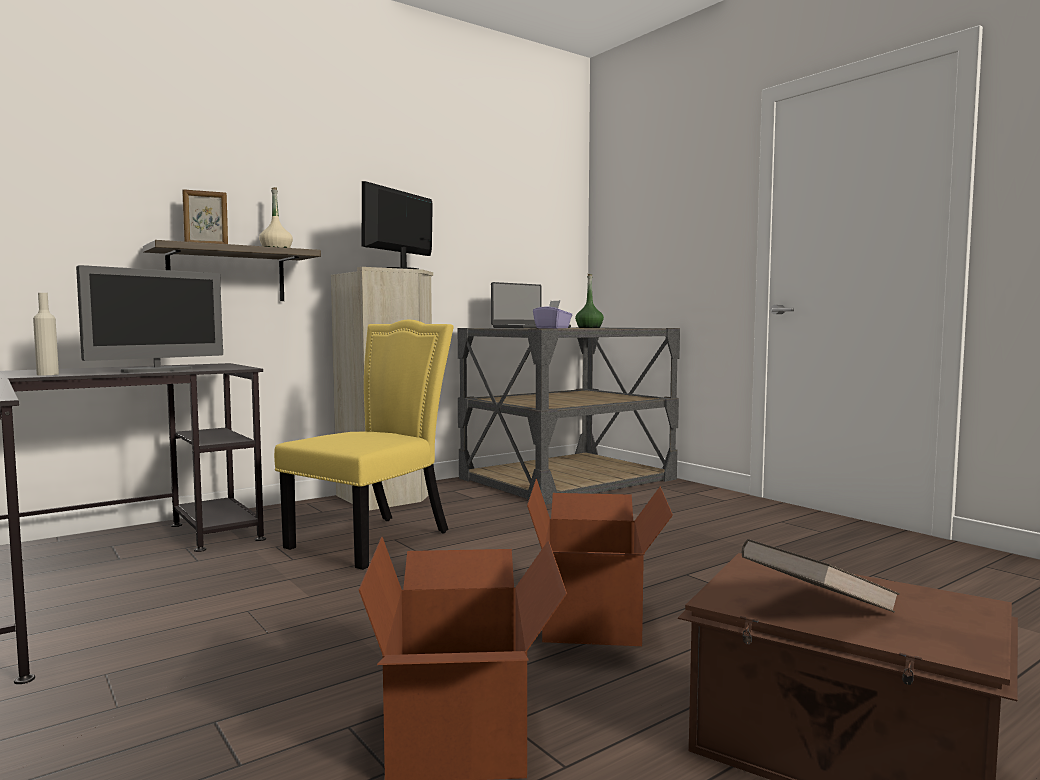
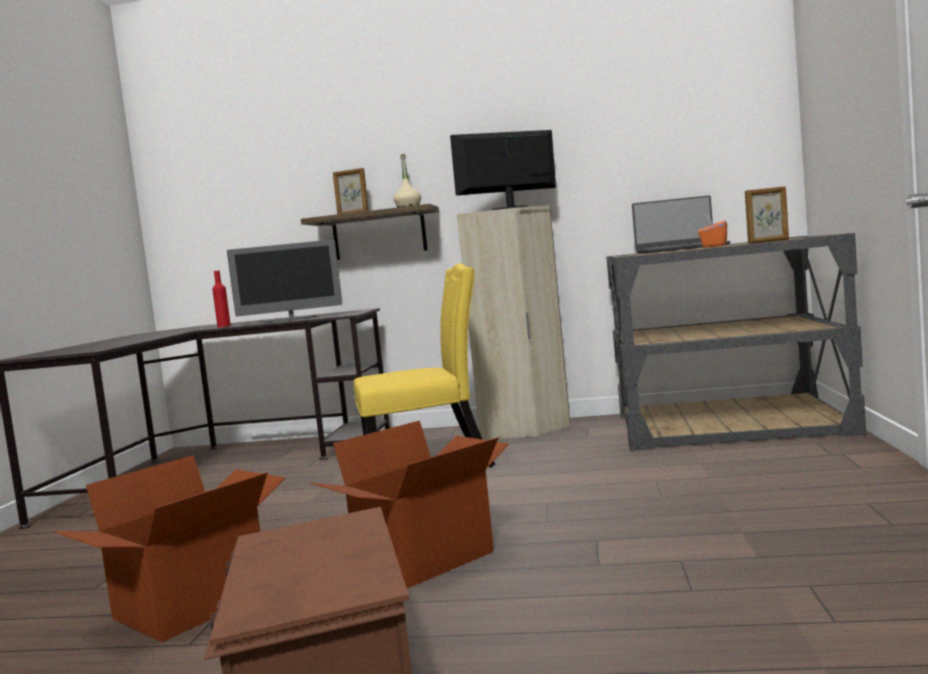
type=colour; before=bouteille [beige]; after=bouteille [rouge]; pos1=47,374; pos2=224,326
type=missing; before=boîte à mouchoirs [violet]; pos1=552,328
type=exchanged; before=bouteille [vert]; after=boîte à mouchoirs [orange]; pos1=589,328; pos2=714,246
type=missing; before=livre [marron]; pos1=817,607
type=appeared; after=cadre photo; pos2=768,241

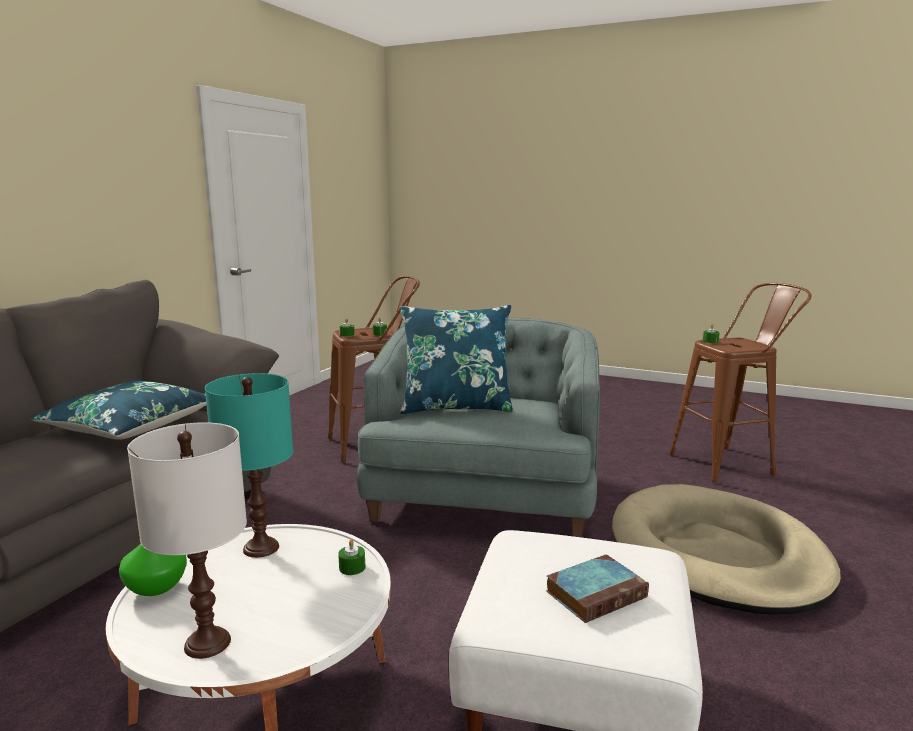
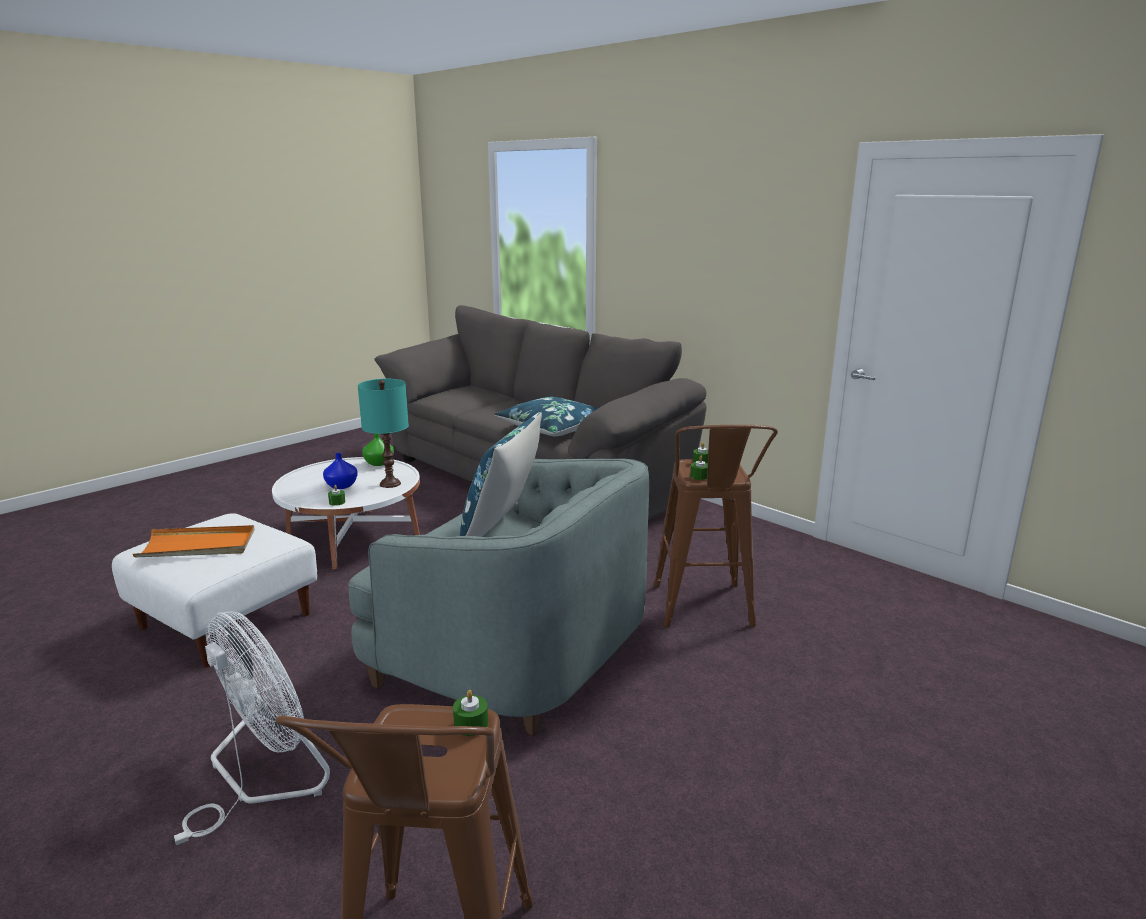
type=missing; before=lampe de table [blanc]; pos1=208,643
type=exchanged; before=livre; after=plateau [orange]; pos1=597,593; pos2=198,546
type=exchanged; before=panier pour chien [beige]; after=ventilateur [blanc]; pos1=717,555; pos2=254,773
type=appeared; after=vase [bleu]; pos2=341,486

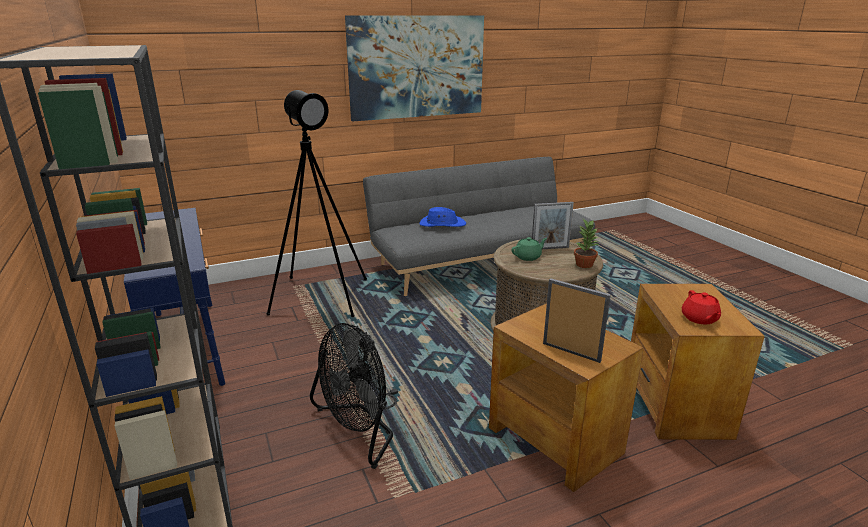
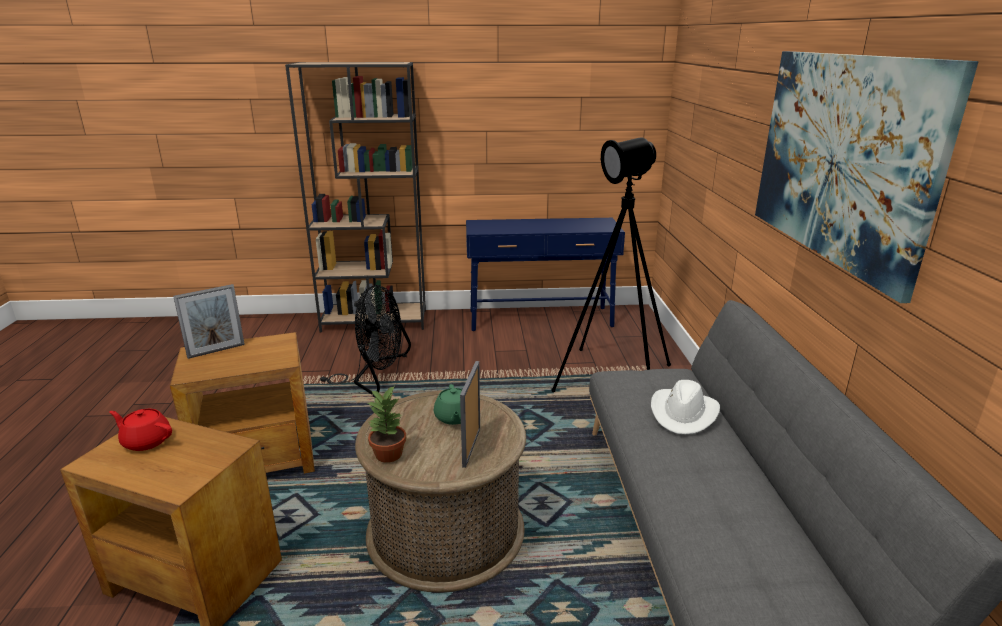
type=spun; before=ventilateur [noir]; pos1=361,425; pos2=373,375; turn=120
type=colour; before=chapeau [bleu]; after=chapeau [blanc]; pos1=442,224; pos2=684,413

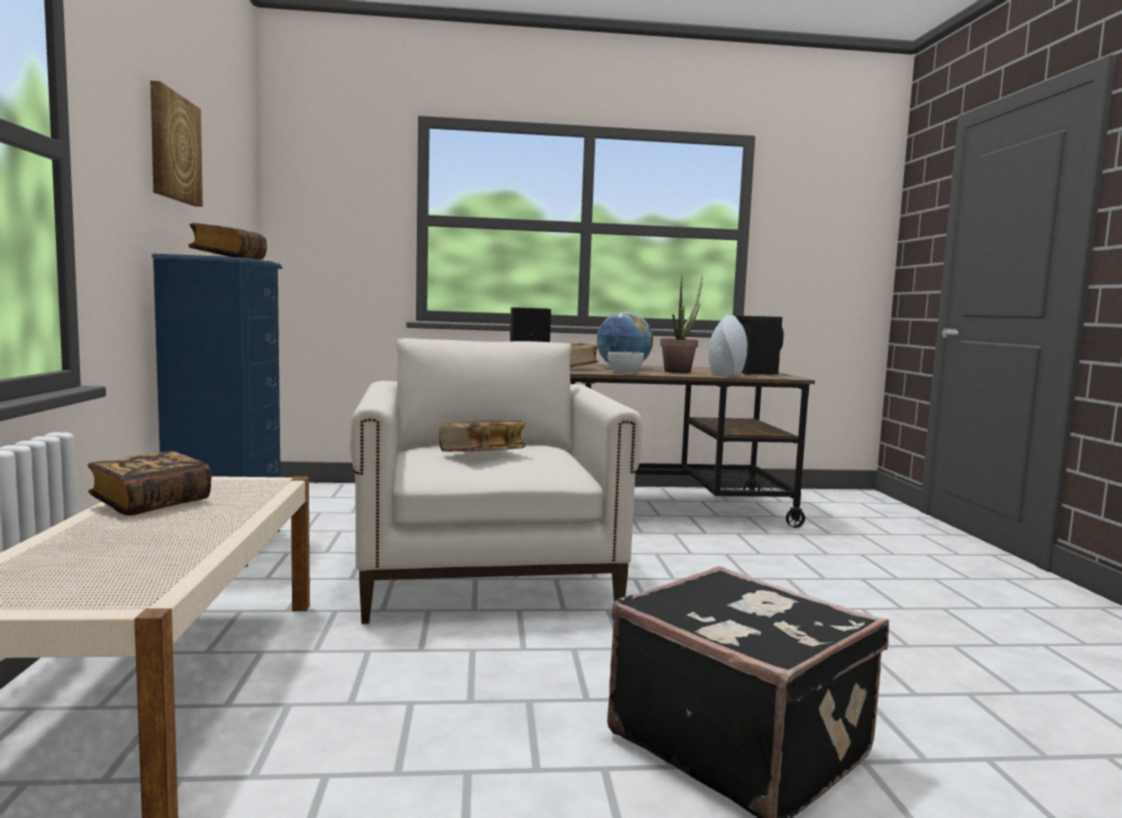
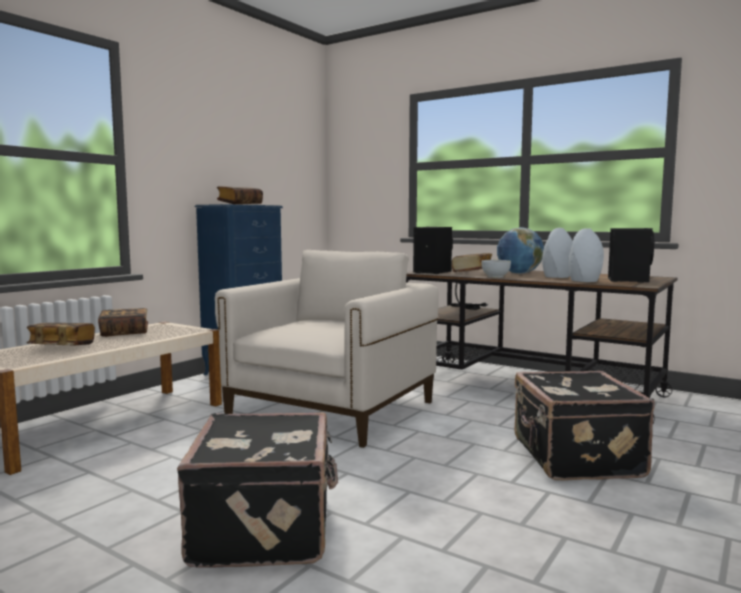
type=missing; before=tableau; pos1=173,148
type=relocated; before=livre; pos1=482,454; pos2=62,347
type=exchanged; before=plante en pot; after=vase [gris]; pos1=680,371; pos2=557,277
type=appeared; after=valise [noir]; pos2=574,458

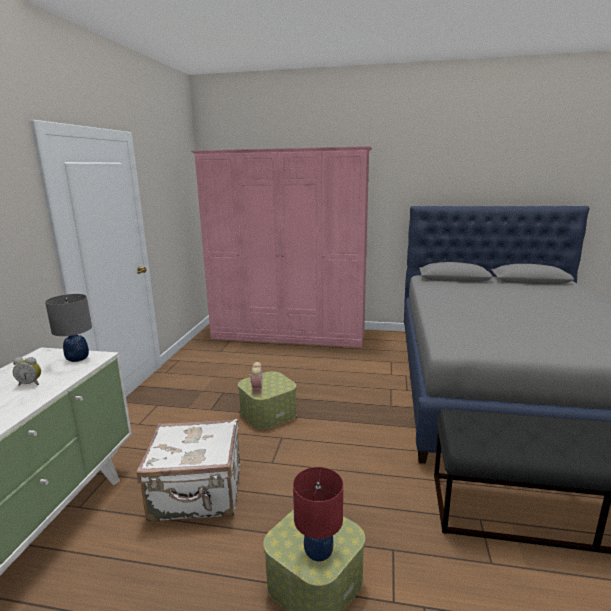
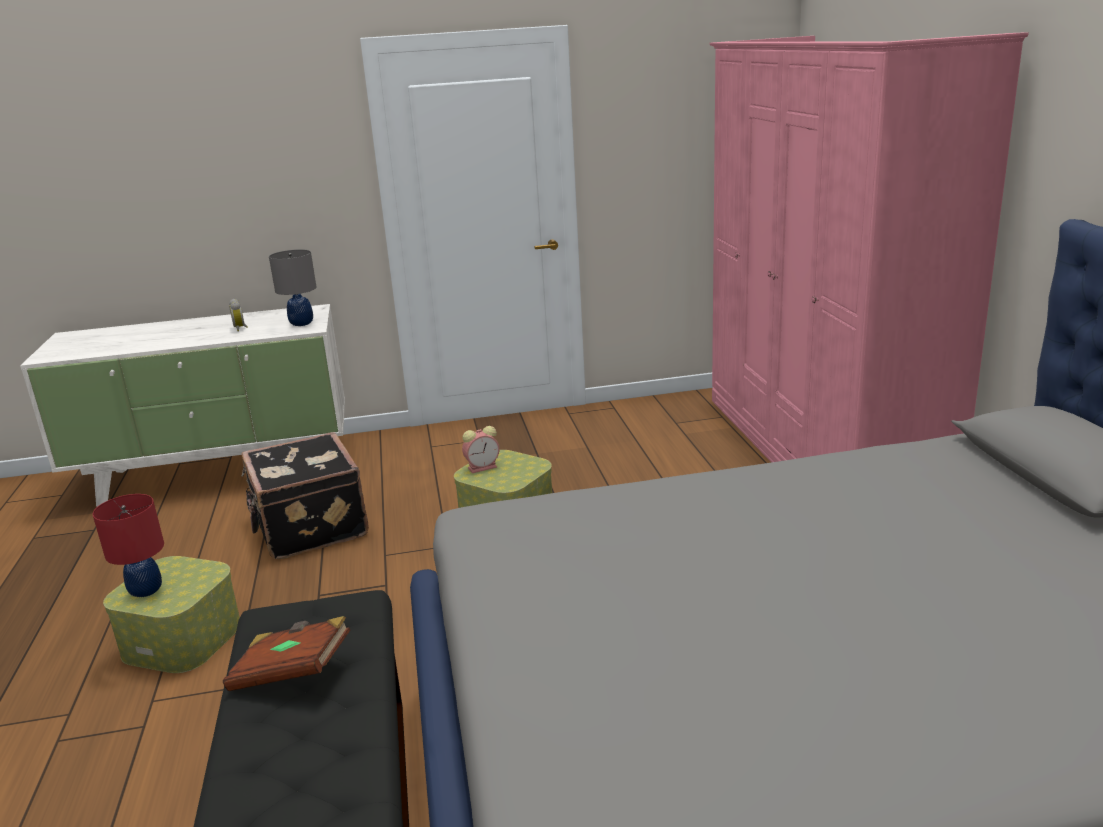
type=colour; before=valise [blanc]; after=valise [noir]; pos1=197,494; pos2=308,527
type=appeared; after=livre [marron]; pos2=292,672

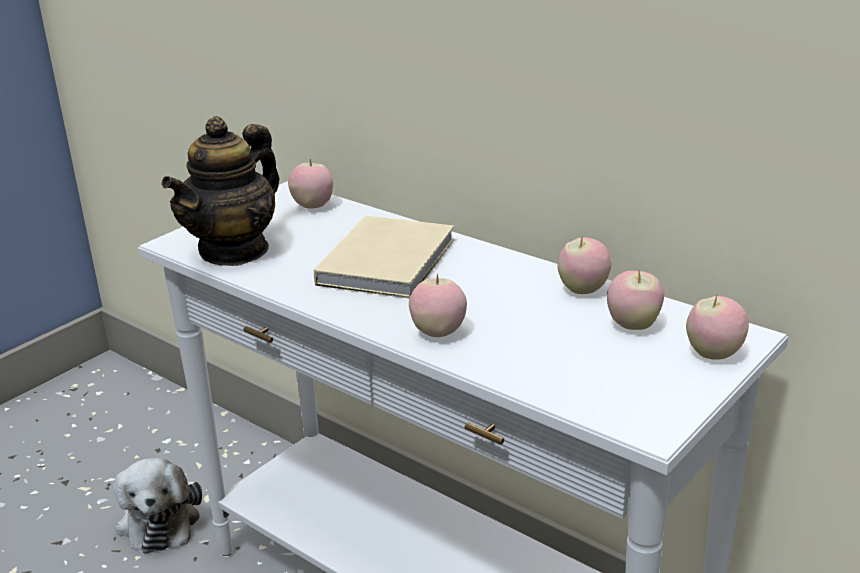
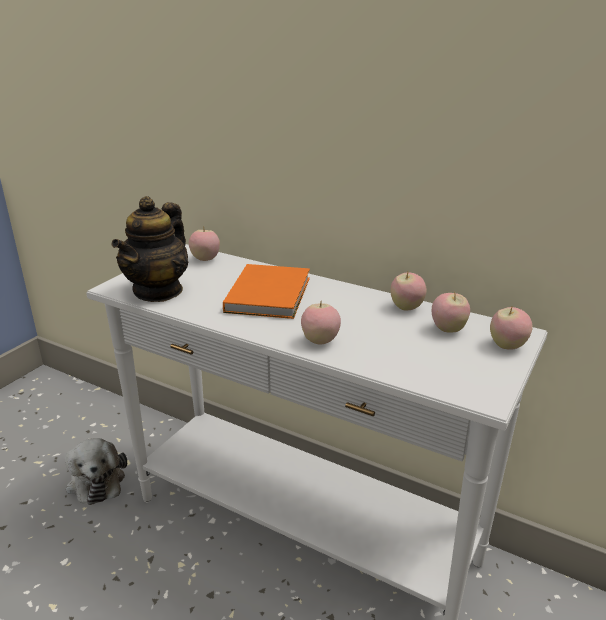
type=colour; before=livre [beige]; after=livre [orange]; pos1=390,260; pos2=270,293

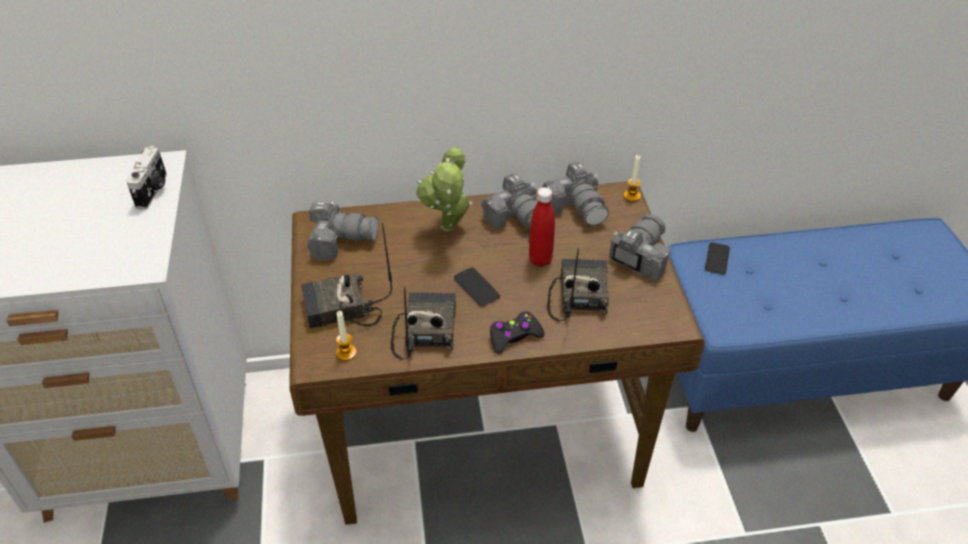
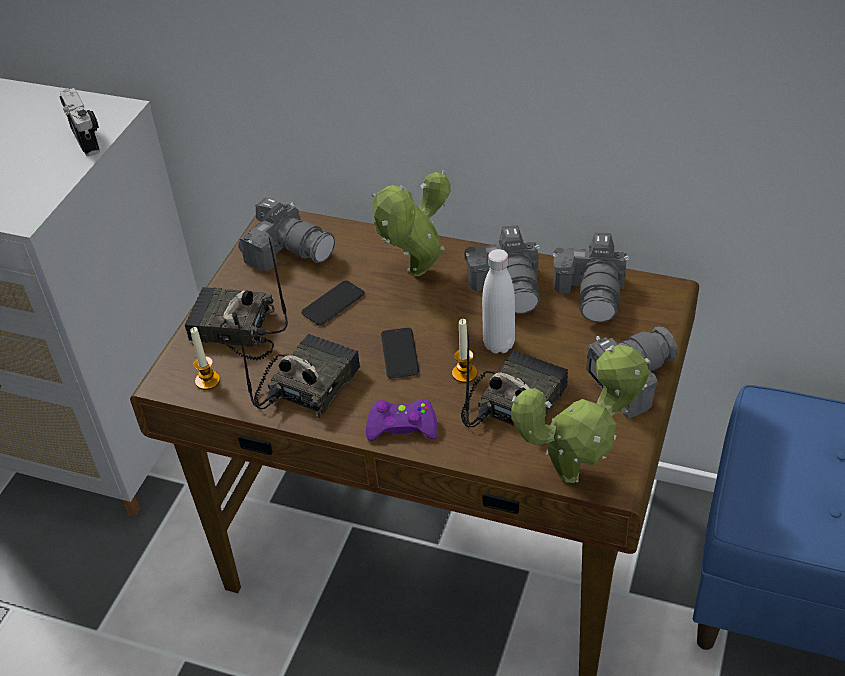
type=spun; before=appareil photo; pos1=153,190; pos2=87,137; turn=-60
type=colour; before=manette [noir]; after=manette [violet]; pos1=514,336; pos2=402,427
type=colour; before=bouteille [rouge]; after=bouteille [blanc]; pos1=540,260; pos2=499,344
type=relocated; before=bougie; pos1=632,196; pos2=464,373
type=relocated; before=téléphone; pos1=717,259; pos2=333,304
type=appeared; after=plante en pot; pos2=576,472

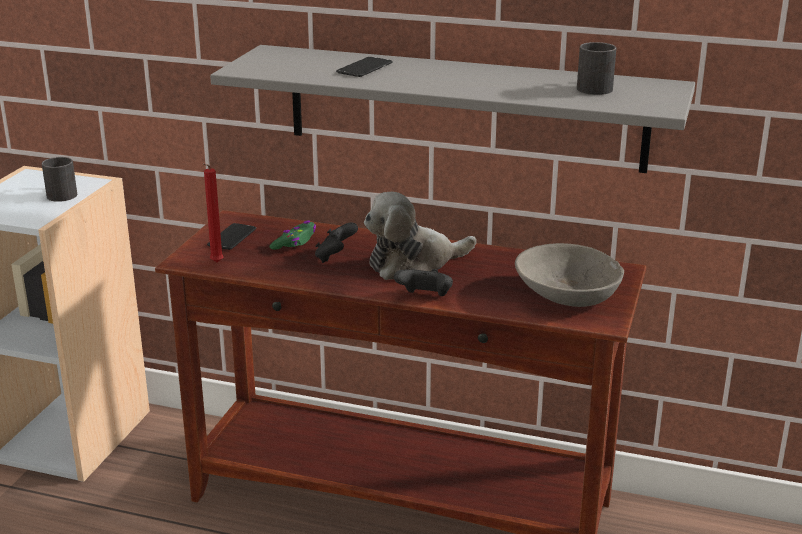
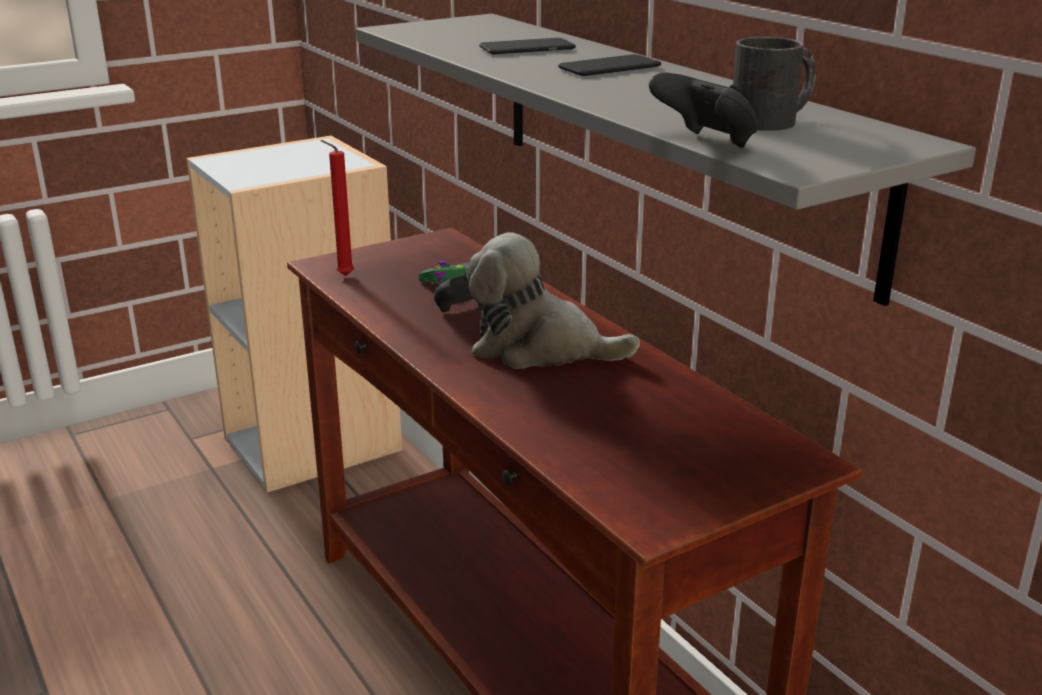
type=missing; before=mug [noir]; pos1=60,193
type=relocated; before=téléphone; pos1=232,237; pos2=609,67
type=relocated; before=manette [noir]; pos1=425,298; pos2=706,143
type=missing; before=bol [gris]; pos1=566,294

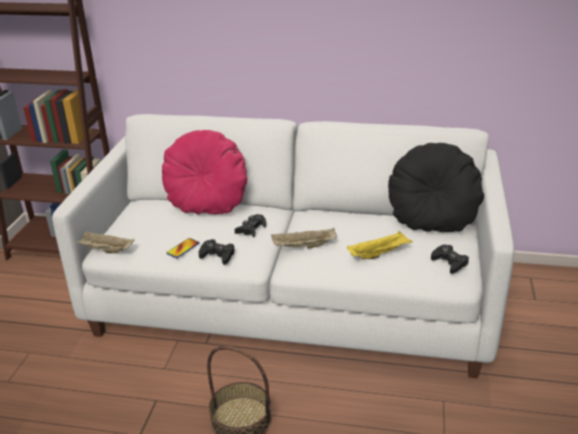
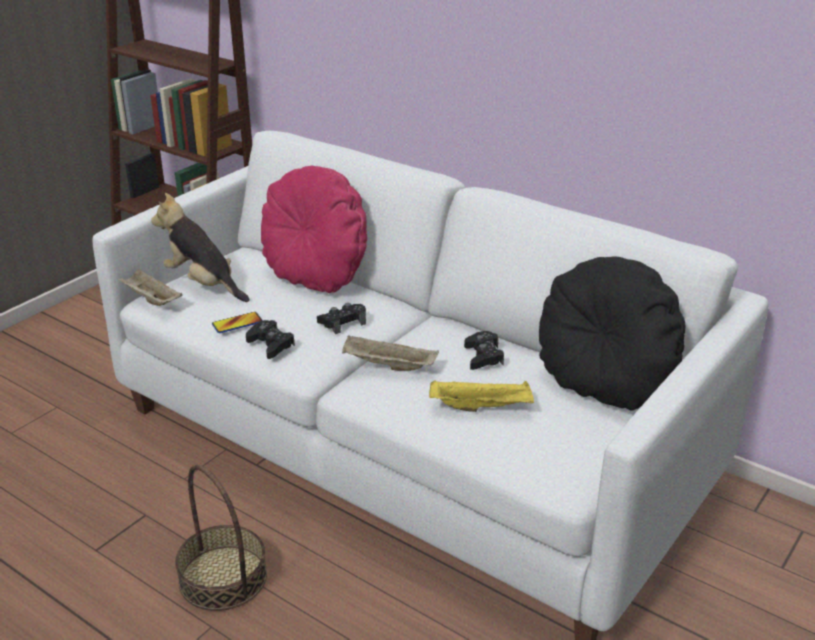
type=relocated; before=manette [noir]; pos1=449,262; pos2=483,356
type=appeared; after=peluche; pos2=203,284

